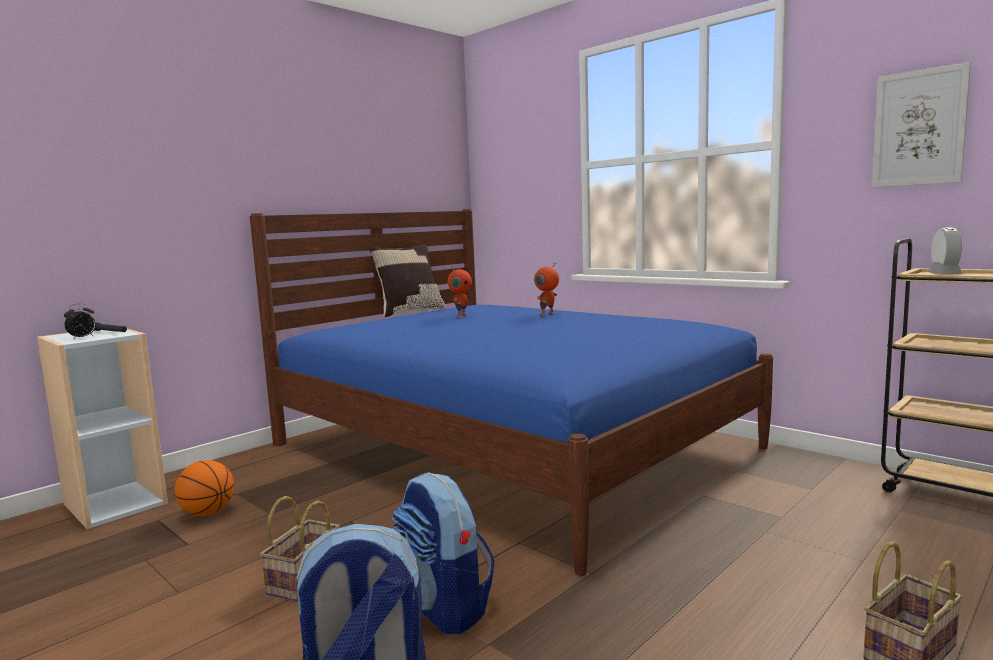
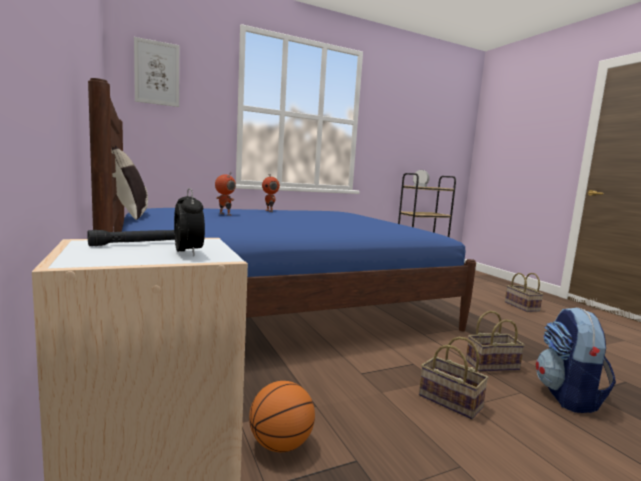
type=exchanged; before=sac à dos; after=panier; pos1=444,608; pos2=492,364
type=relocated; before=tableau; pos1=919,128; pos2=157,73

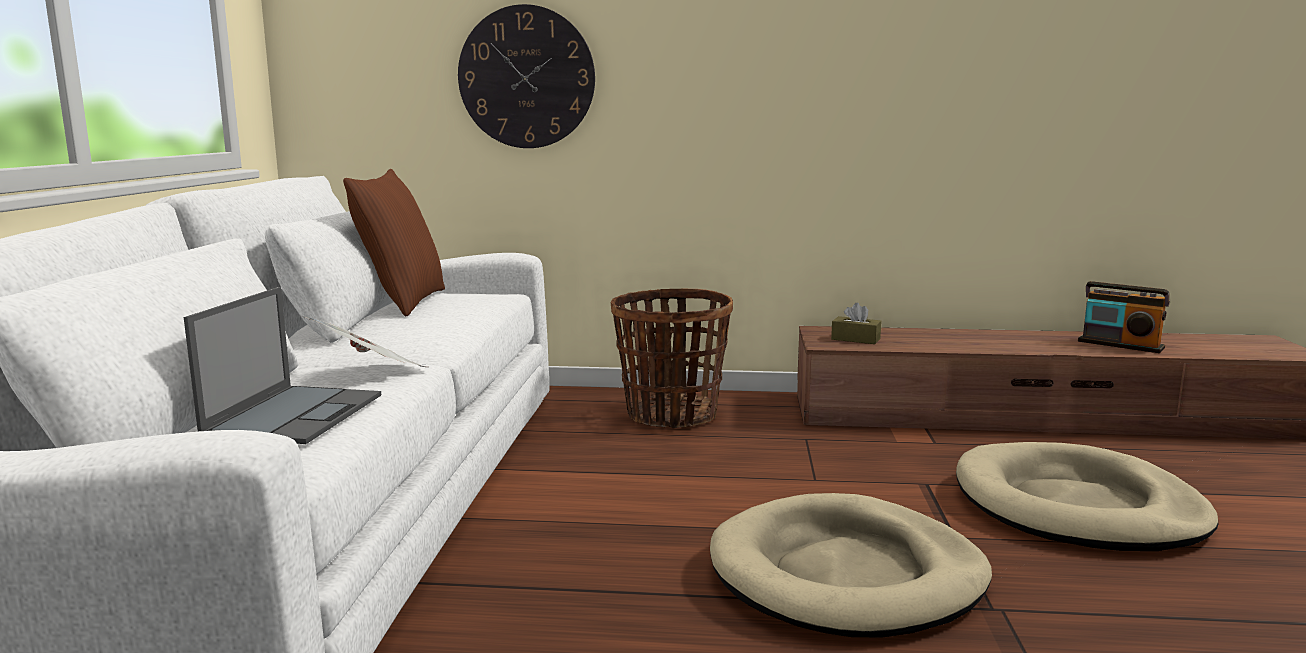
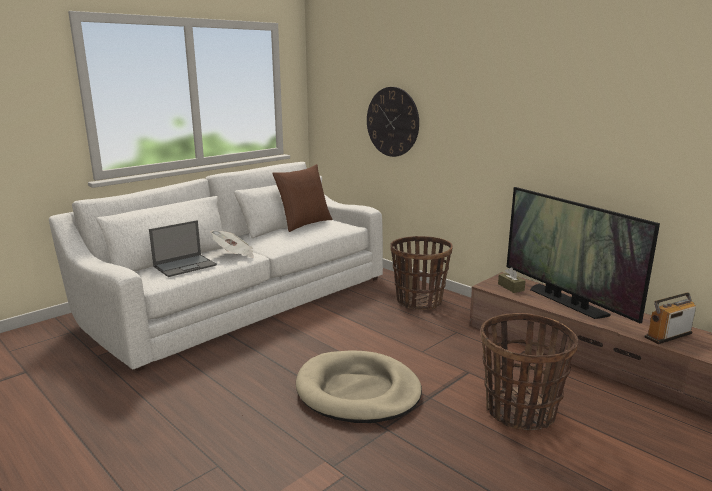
type=exchanged; before=panier pour chien [beige]; after=panier; pos1=1077,507; pos2=520,411
type=spun; before=radio; pos1=1120,345; pos2=668,335; turn=75
type=appeared; after=téléviseur; pos2=566,301

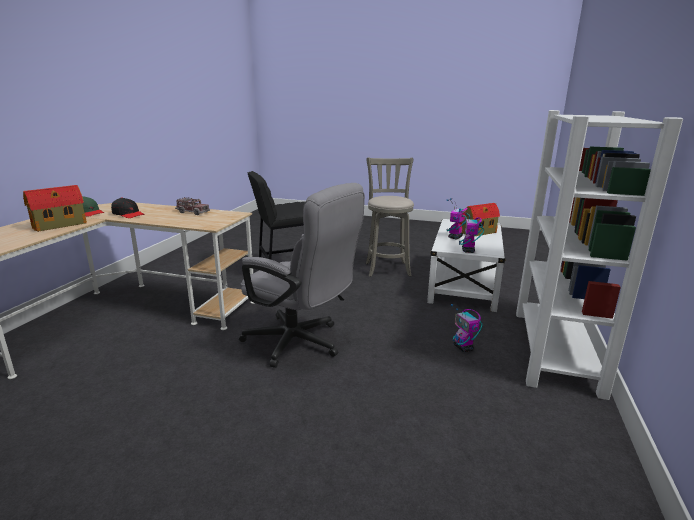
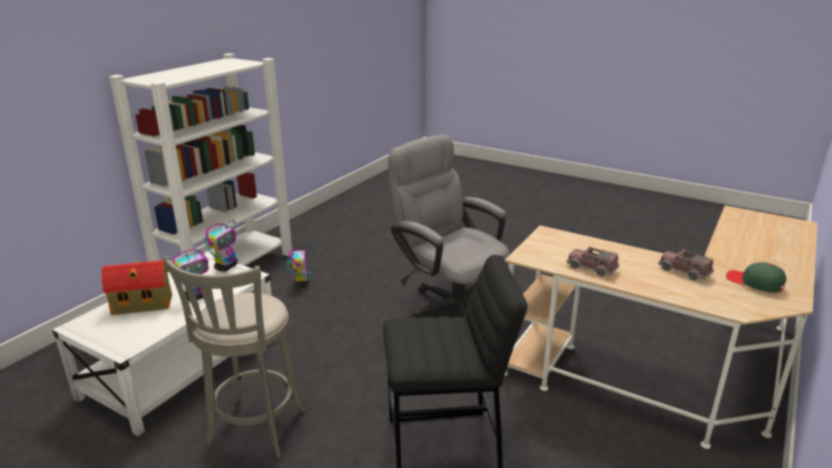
type=missing; before=maison miniature; pos1=61,225
type=exchanged; before=casquette [noir]; after=camion jouet; pos1=128,214; pos2=684,271

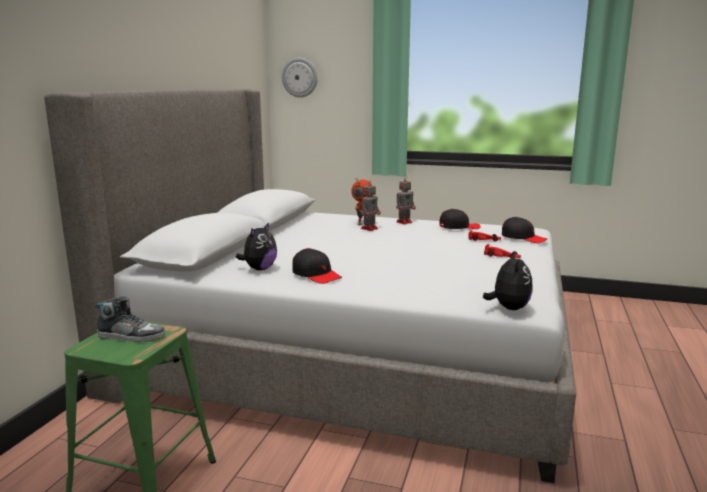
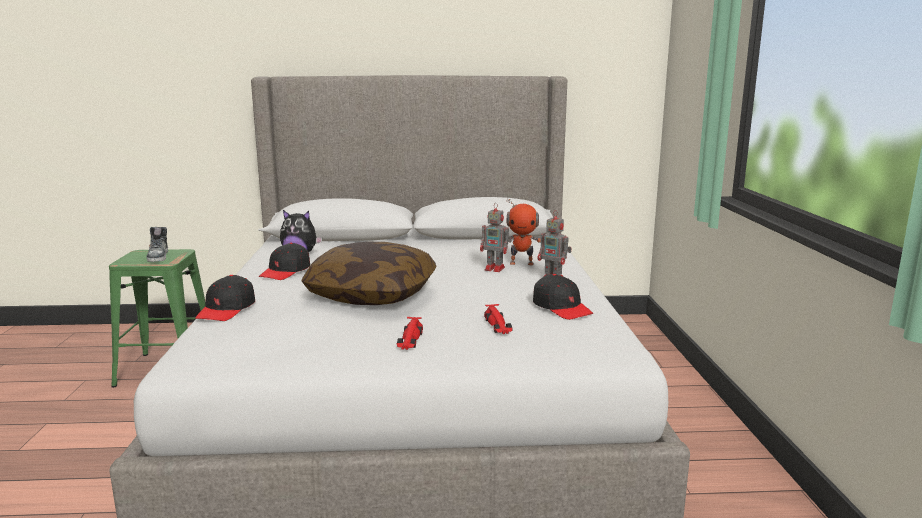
type=missing; before=horloge murale; pos1=300,77
type=missing; before=peluche; pos1=508,308
type=relocated; before=casquette [noir]; pos1=523,238; pos2=227,309
type=appeared; after=coussin; pos2=372,294

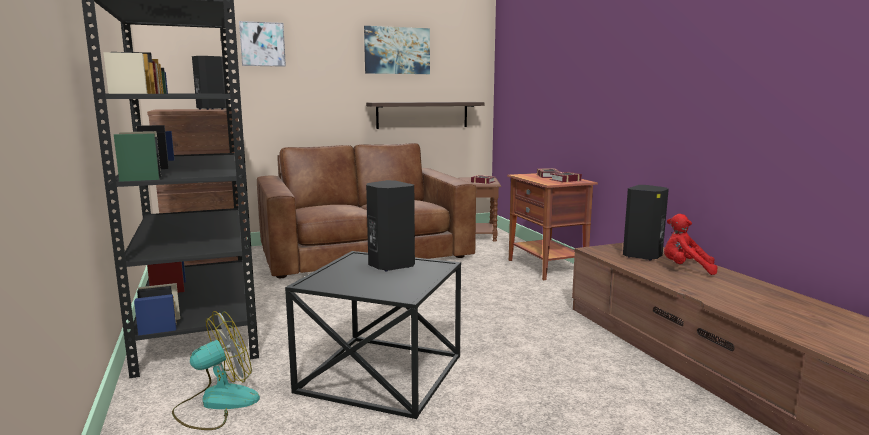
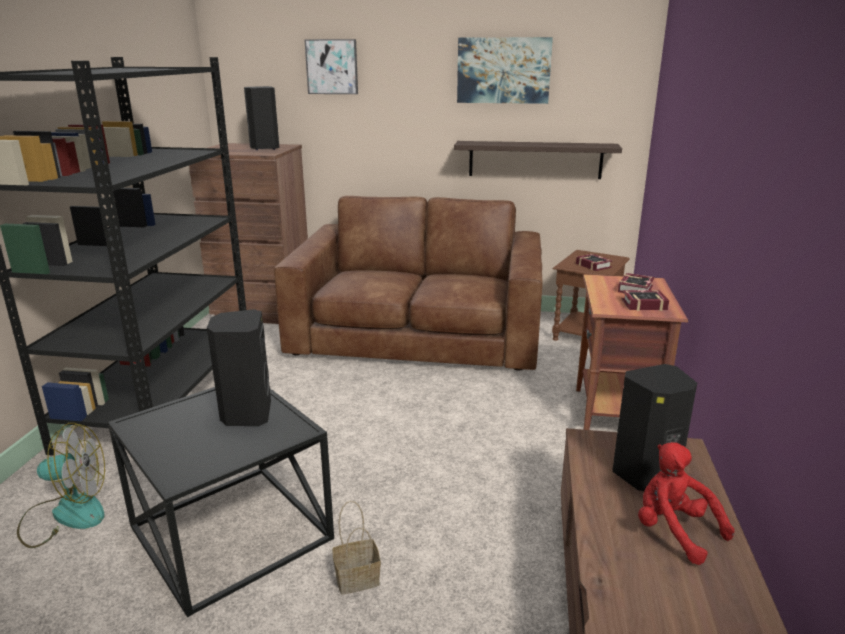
type=appeared; after=panier; pos2=358,577

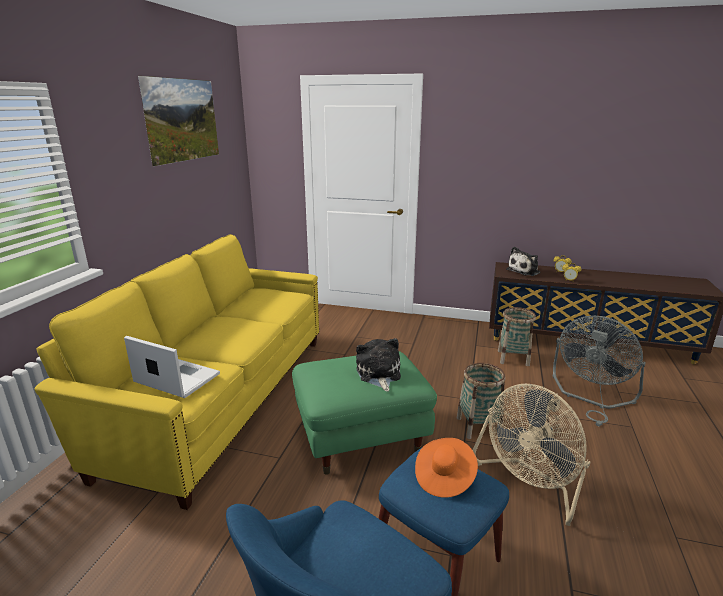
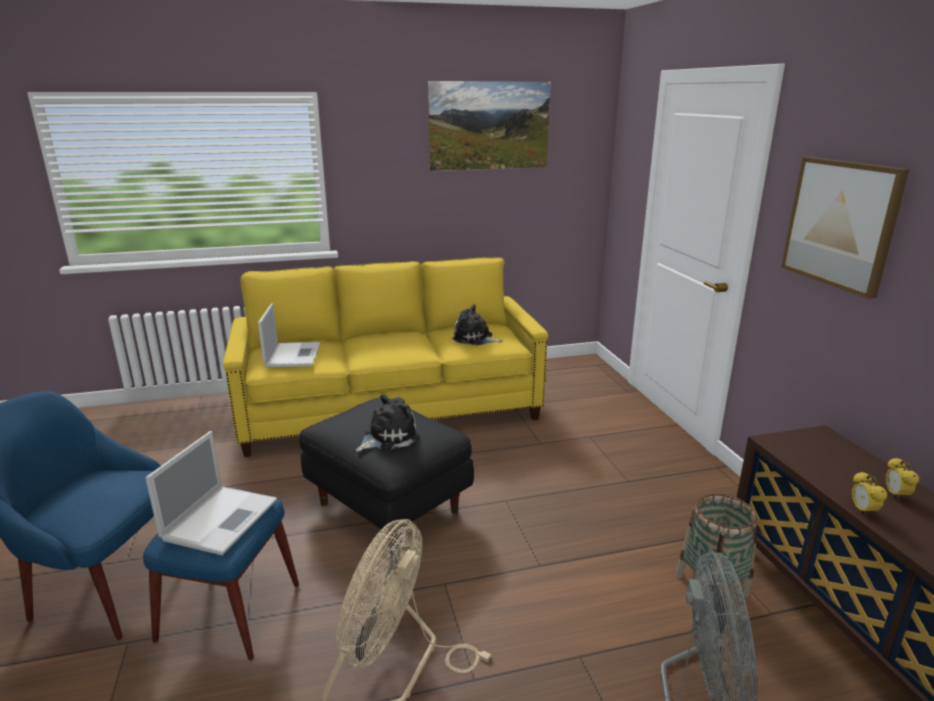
type=colour; before=pouf [vert]; after=pouf [noir]; pos1=360,440; pos2=387,507
type=exchanged; before=chapeau [orange]; after=ordinateur portable; pos1=444,478; pos2=221,518
type=missing; before=panier; pos1=478,426
type=relocated; before=peluche; pos1=524,271; pos2=475,339
type=appeared; after=tableau; pos2=841,224

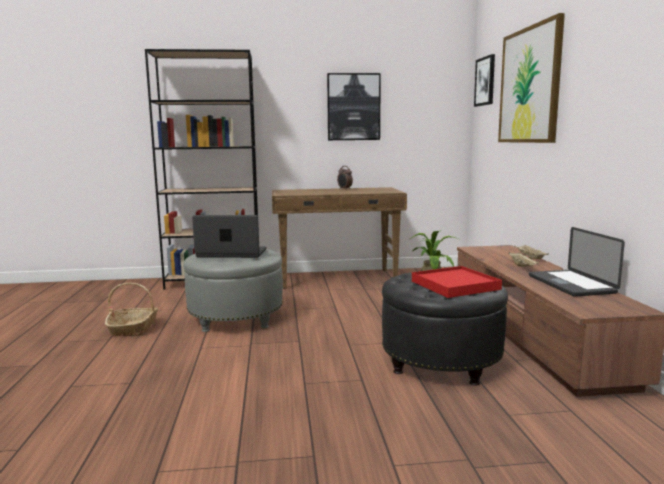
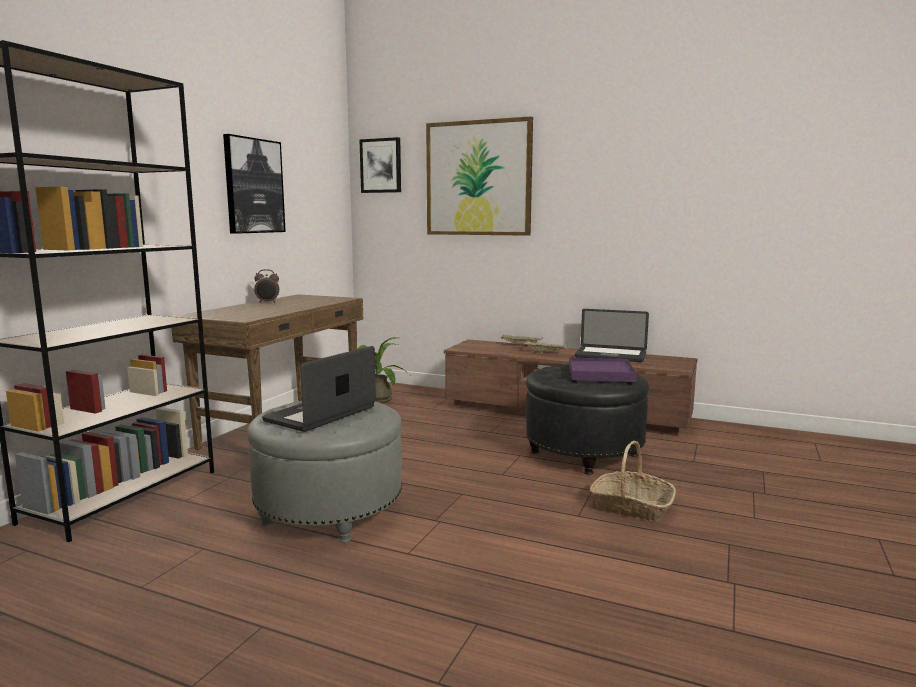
type=relocated; before=panier; pos1=134,328; pos2=631,507
type=colour; before=plateau [rouge]; after=plateau [violet]; pos1=455,285; pos2=601,373

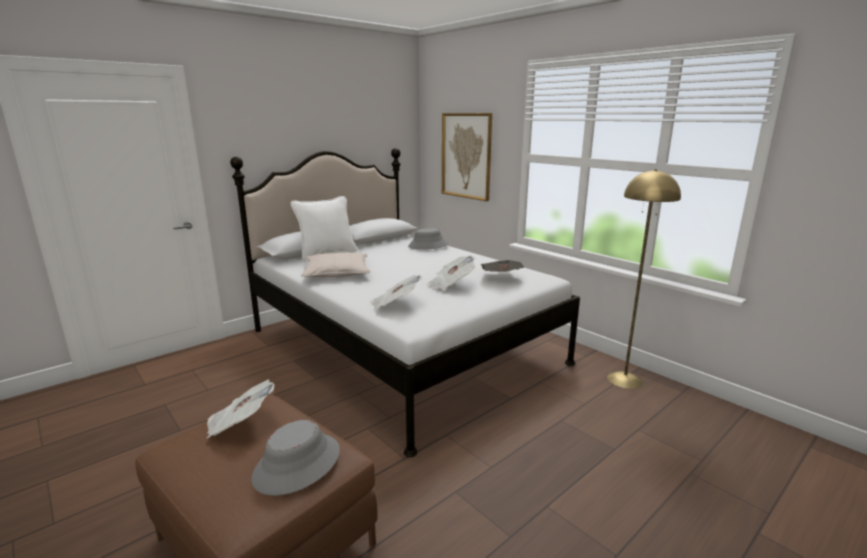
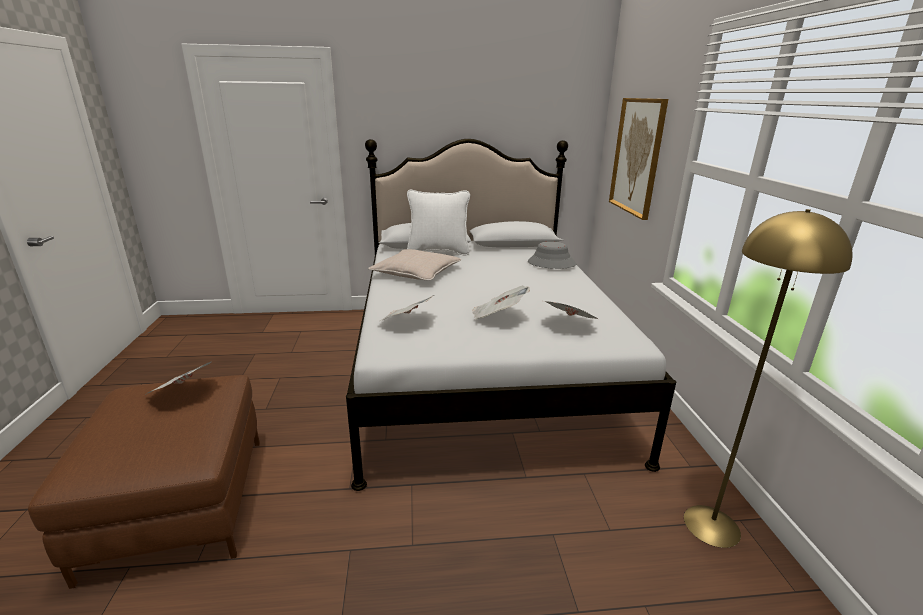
type=missing; before=chapeau [gris]; pos1=297,464

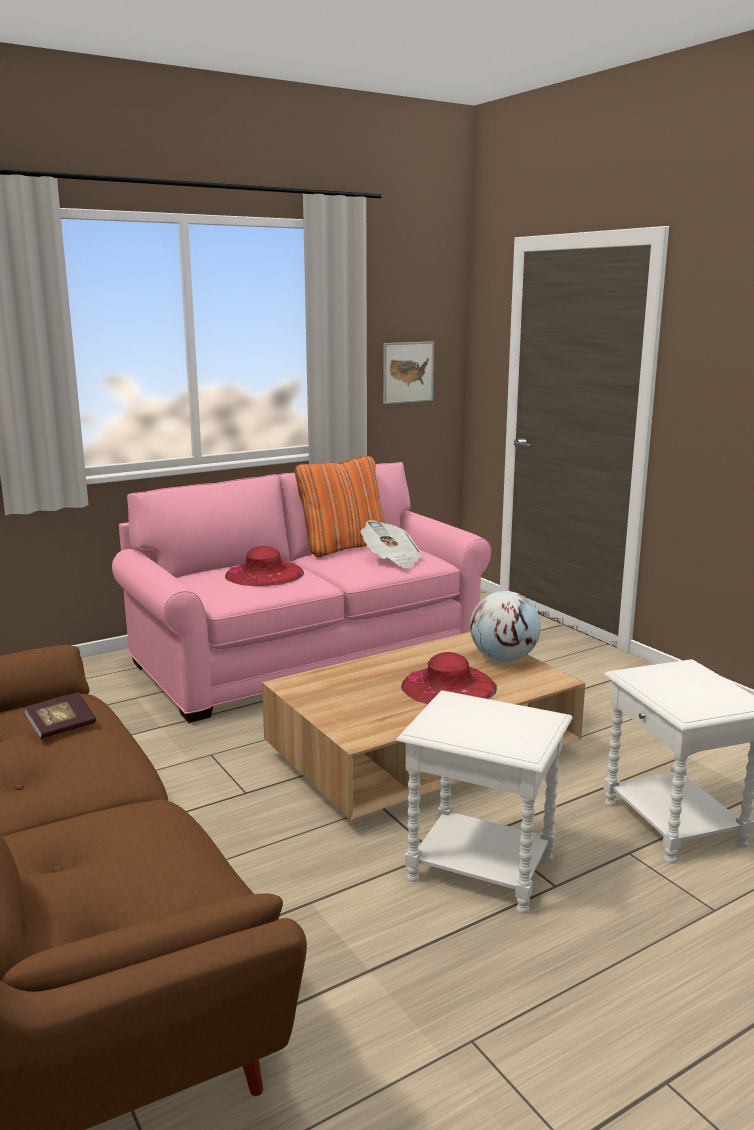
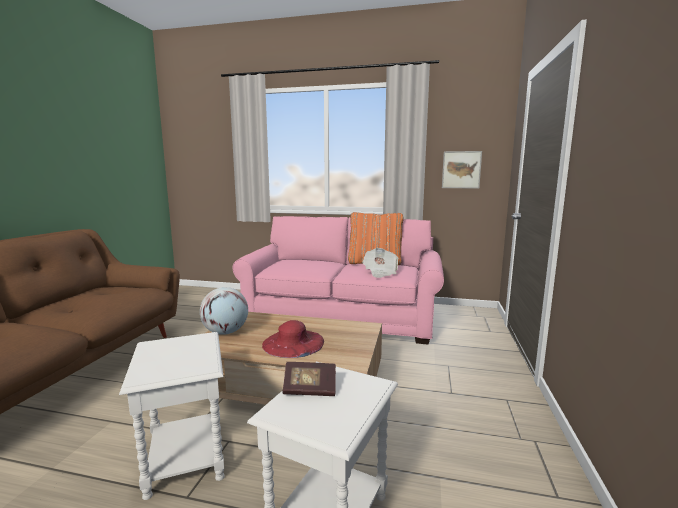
type=relocated; before=livre; pos1=61,727; pos2=309,389
type=missing; before=chapeau [rouge]; pos1=264,574
type=relocated; before=globe; pos1=503,658; pos2=225,332

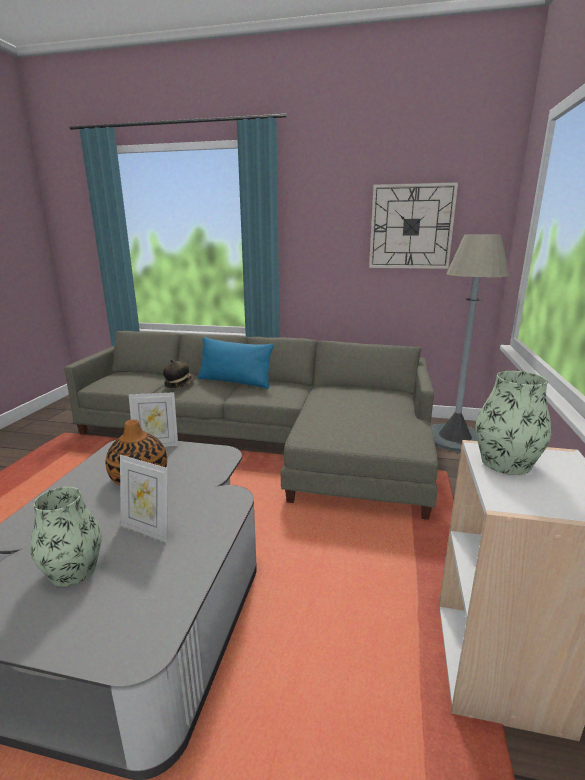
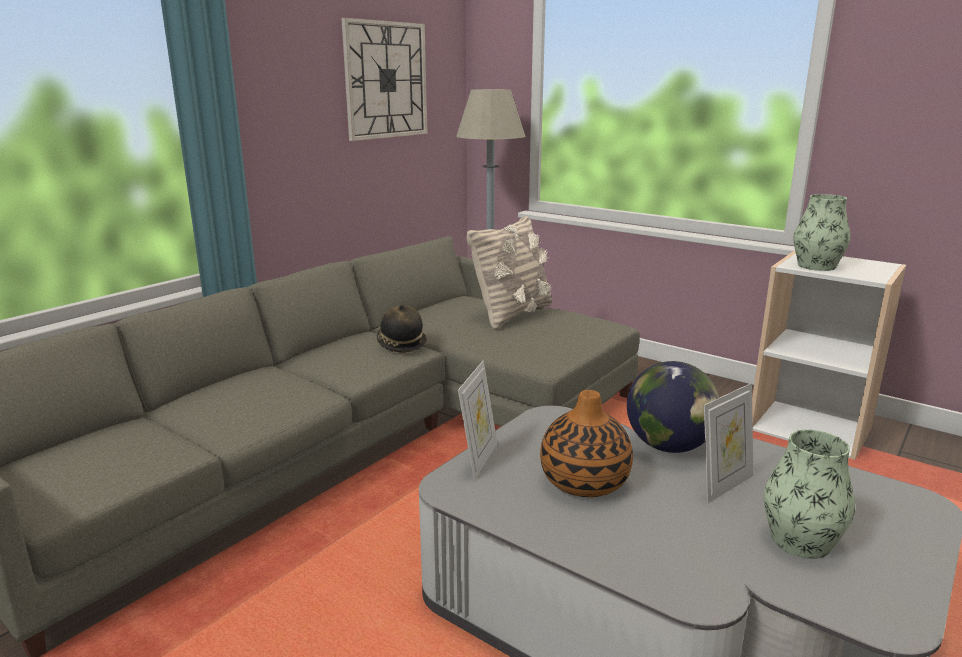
type=relocated; before=chapeau; pos1=180,384; pos2=401,344
type=missing; before=coussin [bleu]; pos1=235,382
type=appeared; after=coussin [beige]; pos2=513,314
type=appeared; after=globe; pos2=669,446

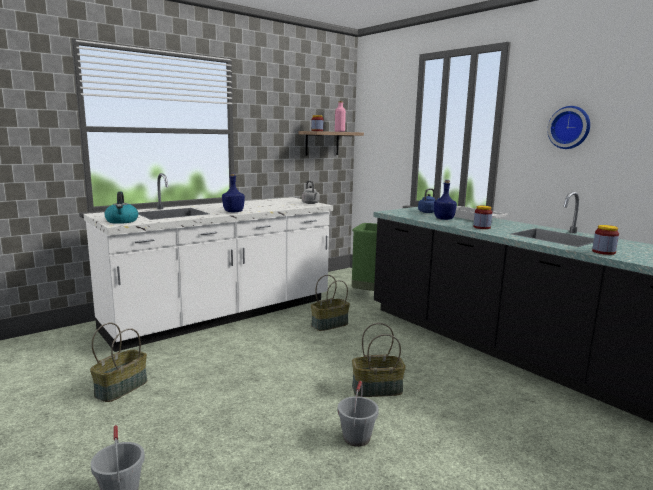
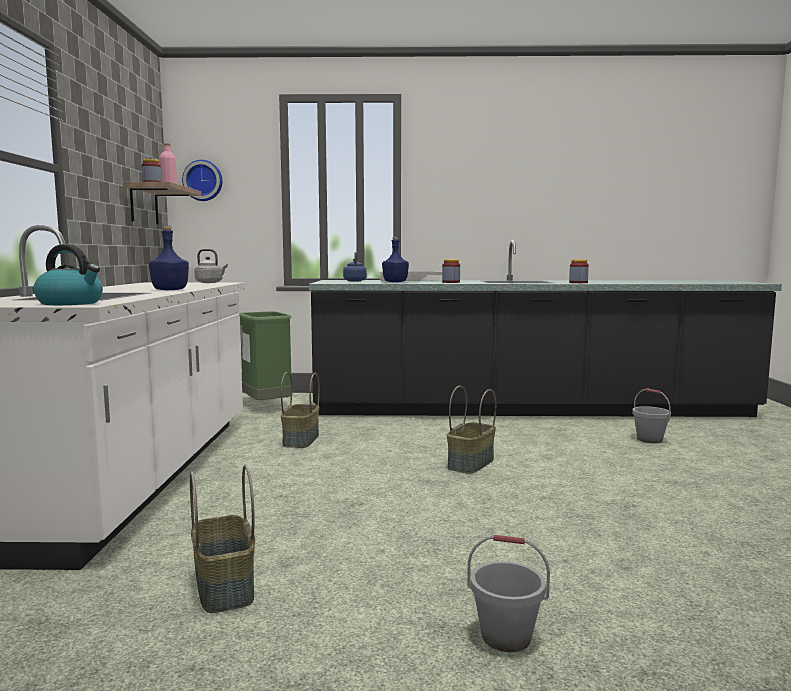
type=relocated; before=seau [gris]; pos1=357,438; pos2=650,439
type=relocated; before=horloge murale; pos1=570,127; pos2=203,180

